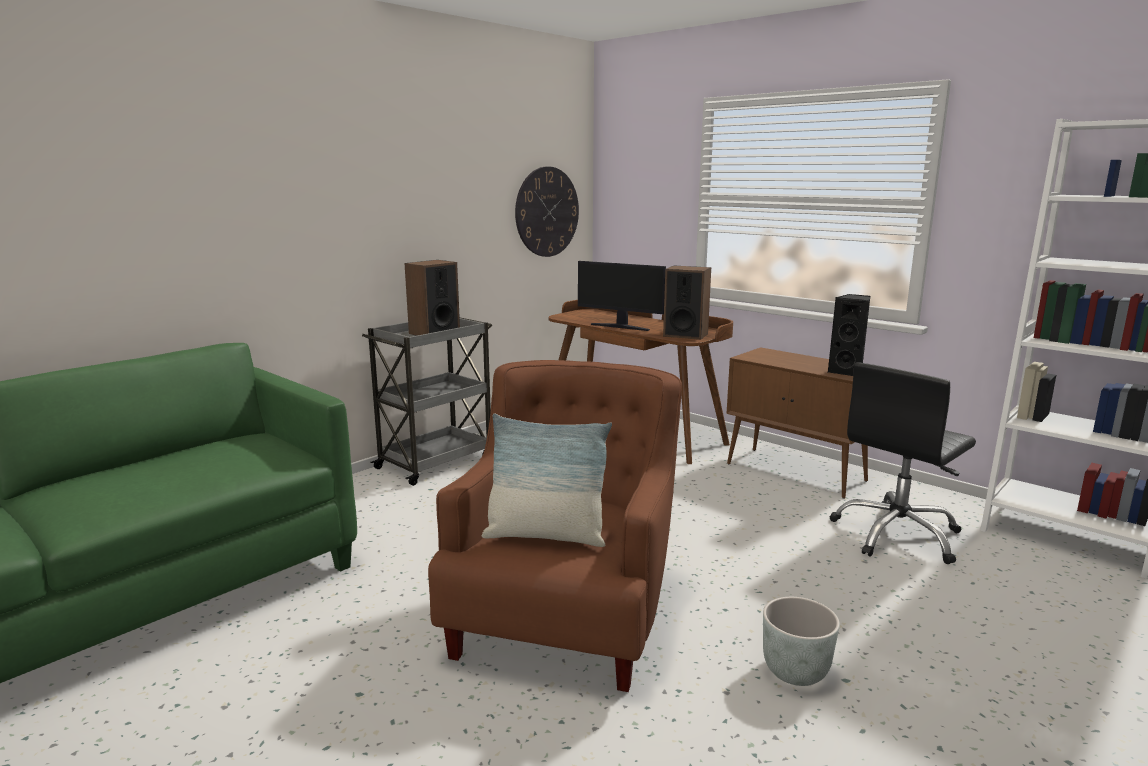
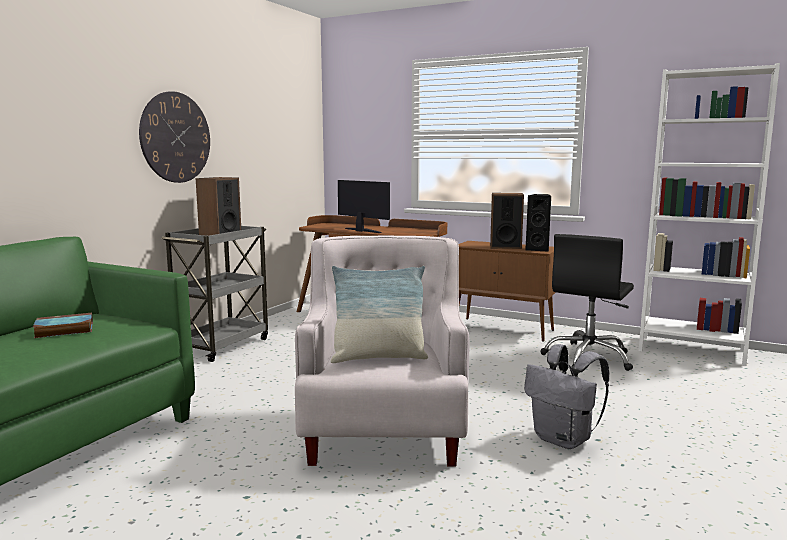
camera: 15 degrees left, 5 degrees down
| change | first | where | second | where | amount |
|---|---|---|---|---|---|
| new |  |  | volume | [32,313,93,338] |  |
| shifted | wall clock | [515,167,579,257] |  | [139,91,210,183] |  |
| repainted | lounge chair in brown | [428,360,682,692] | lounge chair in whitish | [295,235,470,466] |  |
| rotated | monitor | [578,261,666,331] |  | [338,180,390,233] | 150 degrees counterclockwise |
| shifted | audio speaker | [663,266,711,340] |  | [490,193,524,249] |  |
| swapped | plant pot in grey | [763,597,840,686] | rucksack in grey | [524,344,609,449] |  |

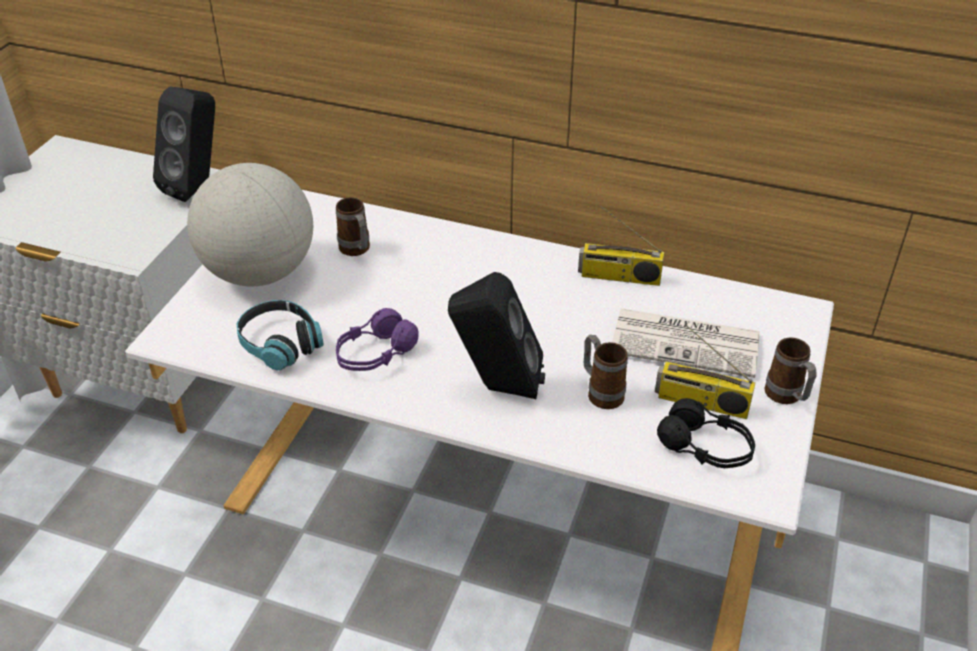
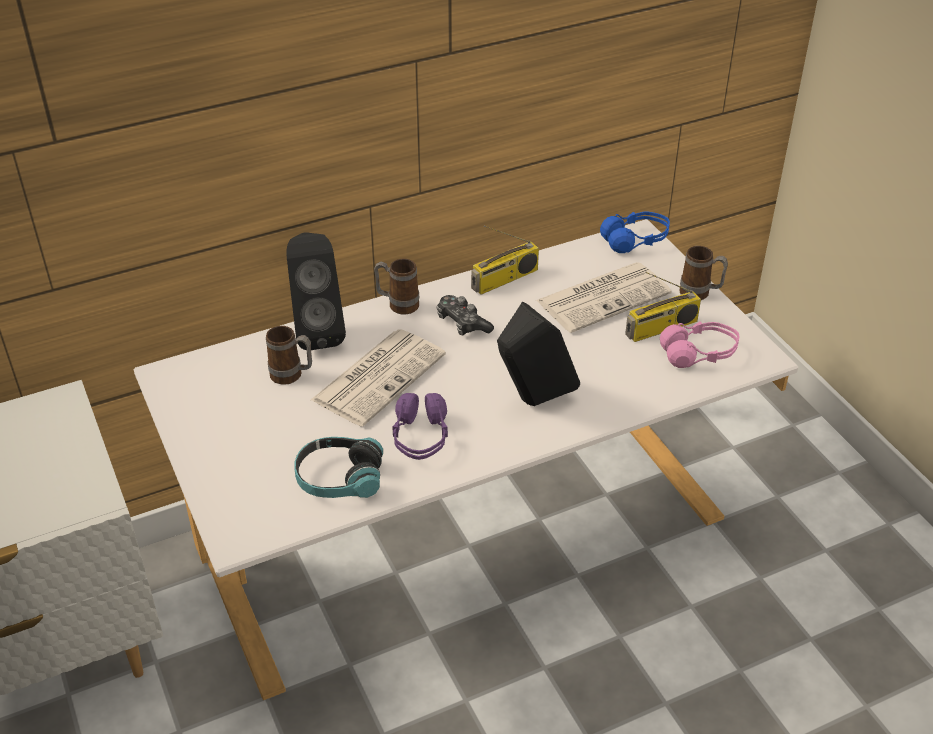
camera: 45 degrees left, 0 degrees up
| change | first | where | second | where | amount |
|---|---|---|---|---|---|
| shifted | audio speaker in black | [153,86,215,202] |  | [286,233,346,350] |  |
| new |  |  | printed paper | [311,329,446,427] |  |
| shifted | tea mug | [583,335,628,409] |  | [374,259,419,314] |  |
| new |  |  | gamepad | [437,295,494,336] |  |
| new |  |  | pair of headphones in bluish | [600,212,670,253] |  |
| repainted | pair of headphones in black | [657,398,755,468] | pair of headphones in pink-coloured | [660,321,740,368] |  |
| gone | desk globe | [187,163,313,287] |  |  |  |

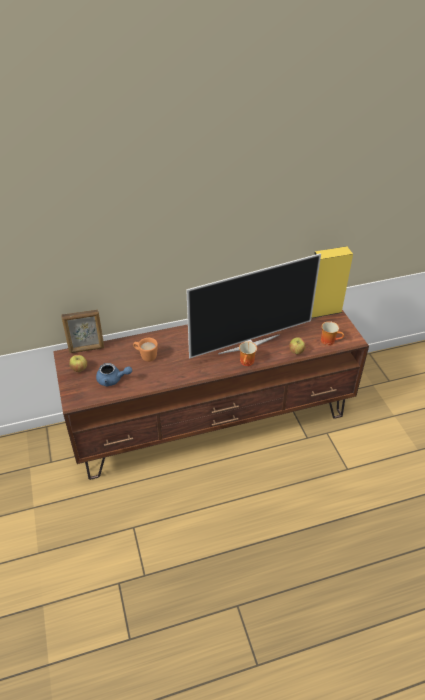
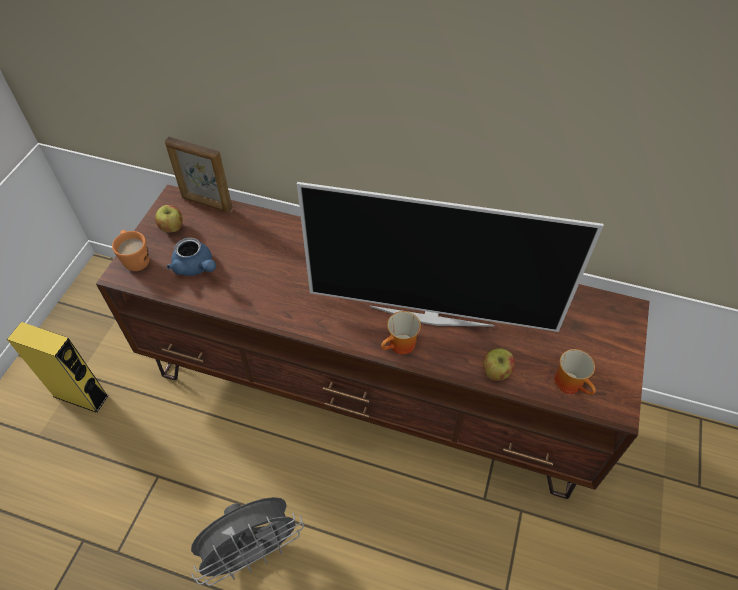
camera: 35 degrees right, 10 degrees up
| change | first | where | second | where | amount |
|---|---|---|---|---|---|
| shifted | audio speaker in yellow | [312,246,353,318] |  | [7,322,109,413] |  |
| shifted | tea mug in orange | [133,338,158,362] |  | [112,230,150,271] |  |
| new |  |  | cooling fan in grey | [191,497,304,586] |  |

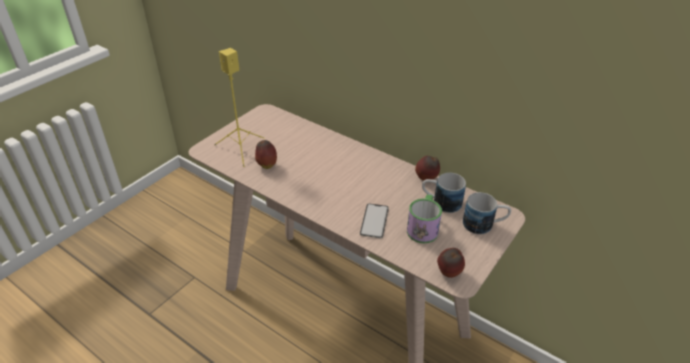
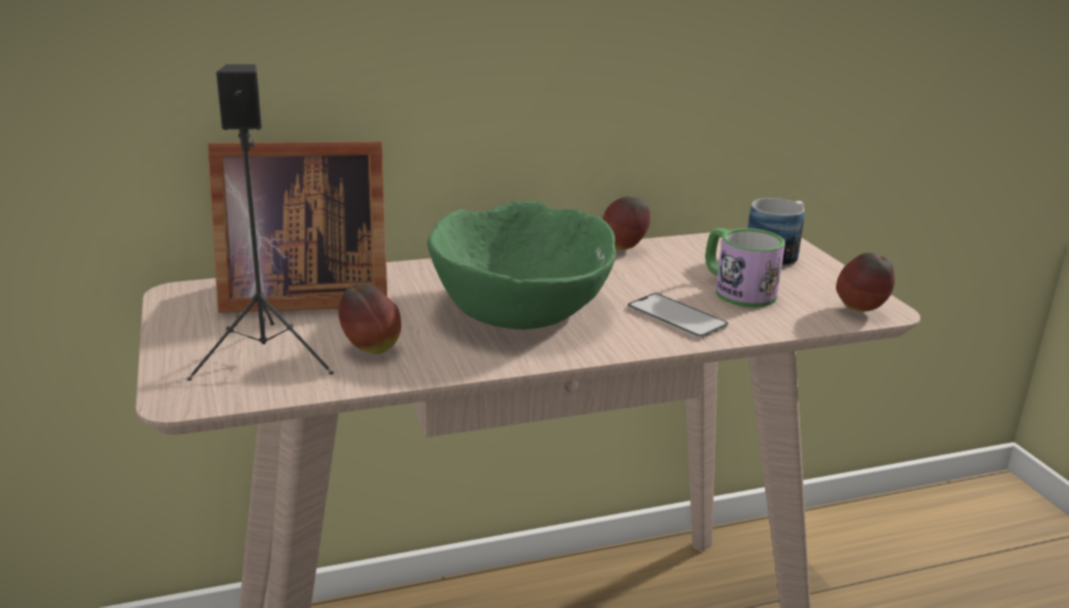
camera: 55 degrees left, 15 degrees down
| change | first | where | second | where | amount |
|---|---|---|---|---|---|
| repainted | audio speaker in yellow | [214,48,265,167] | audio speaker in black | [187,64,334,381] |  |
| new |  |  | standing frame | [207,141,387,313] |  |
| new |  |  | deep dish in greenish | [427,201,616,329] |  |
| gone | tea mug | [422,173,466,213] |  |  |  |

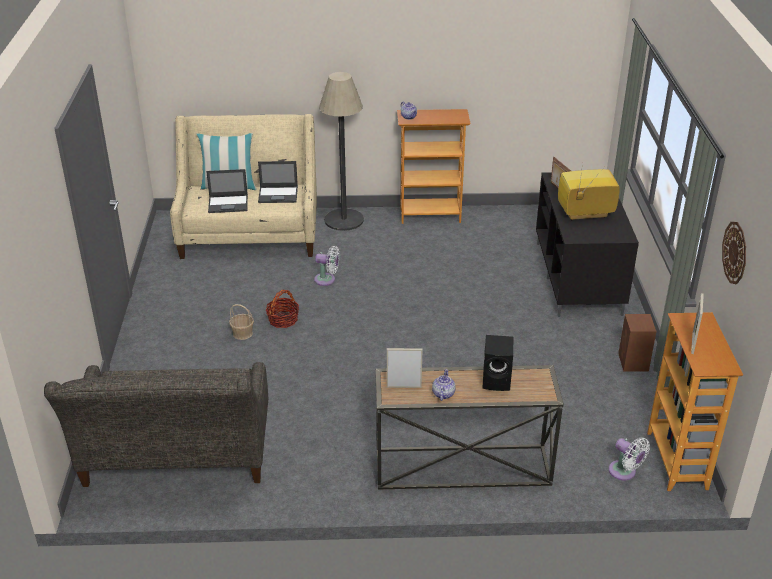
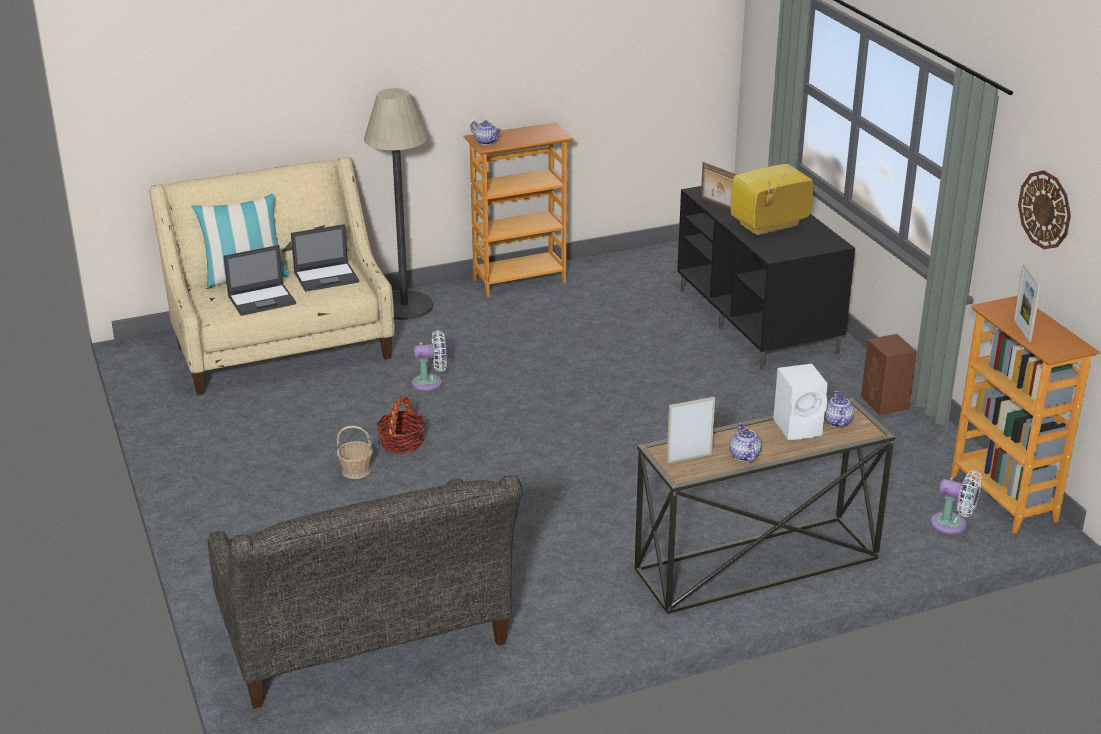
camera: 20 degrees left, 5 degrees down
| change | first | where | second | where | amount |
|---|---|---|---|---|---|
| repainted | audio speaker in black | [482,335,513,391] | audio speaker in whitish | [773,364,828,440] |  |
| new |  |  | tea pot | [824,391,854,427] |  |

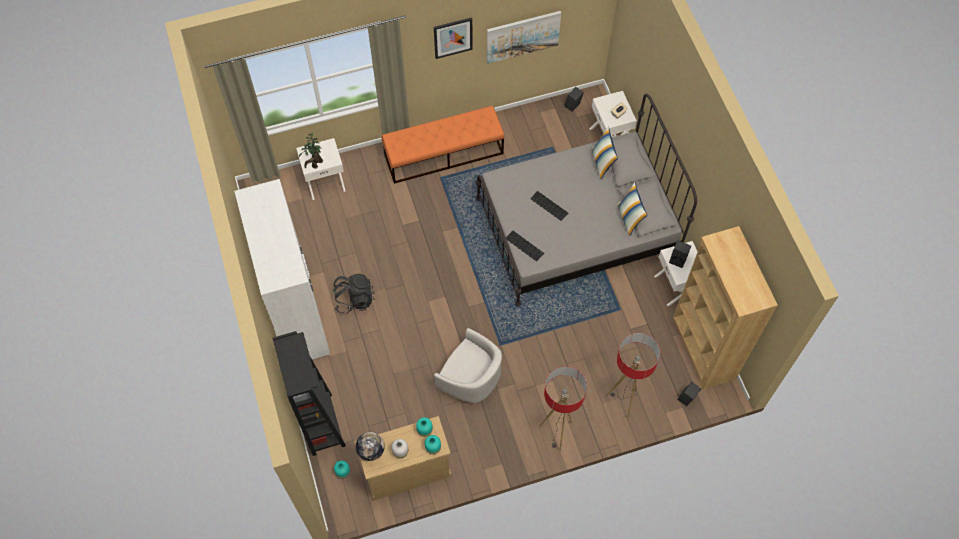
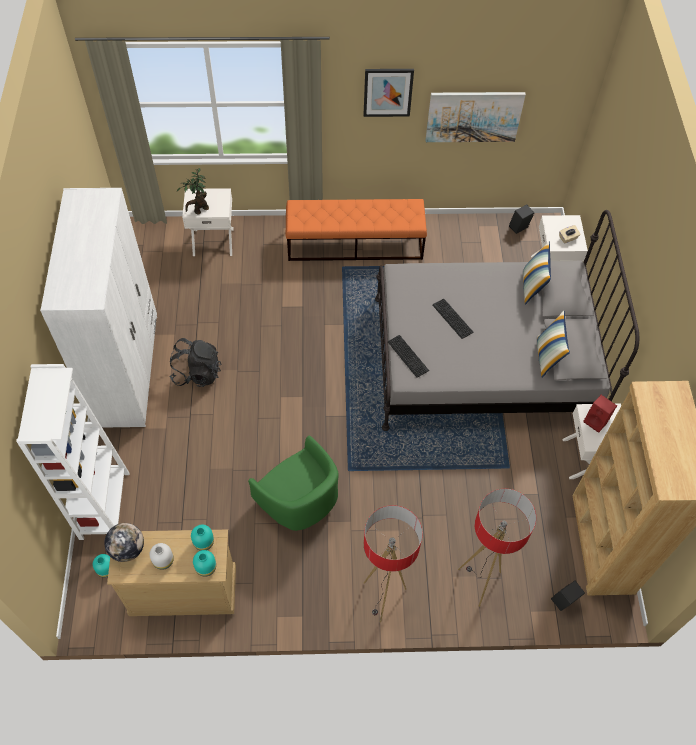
camera: 15 degrees right, 5 degrees down
| change | first | where | second | where | amount |
|---|---|---|---|---|---|
| repainted | shelving unit in black | [272,331,346,456] | shelving unit in whitish | [16,364,130,540] |  |
| repainted | lounge chair in whitish | [434,328,502,403] | lounge chair in greenish | [248,435,339,531] |  |
| repainted | audio speaker in black | [669,240,691,268] | audio speaker in red-coloured | [584,395,617,433] |  |

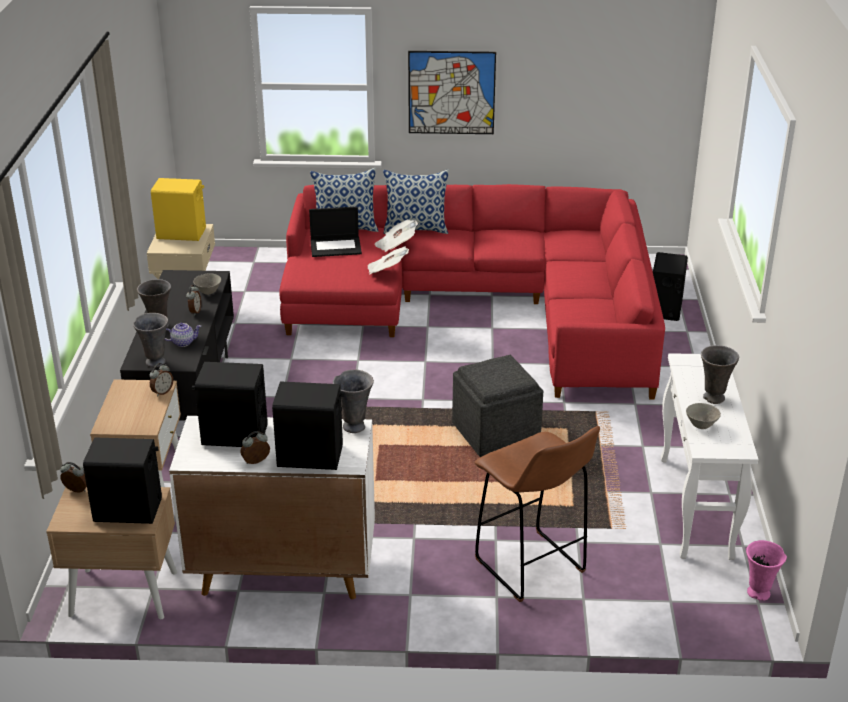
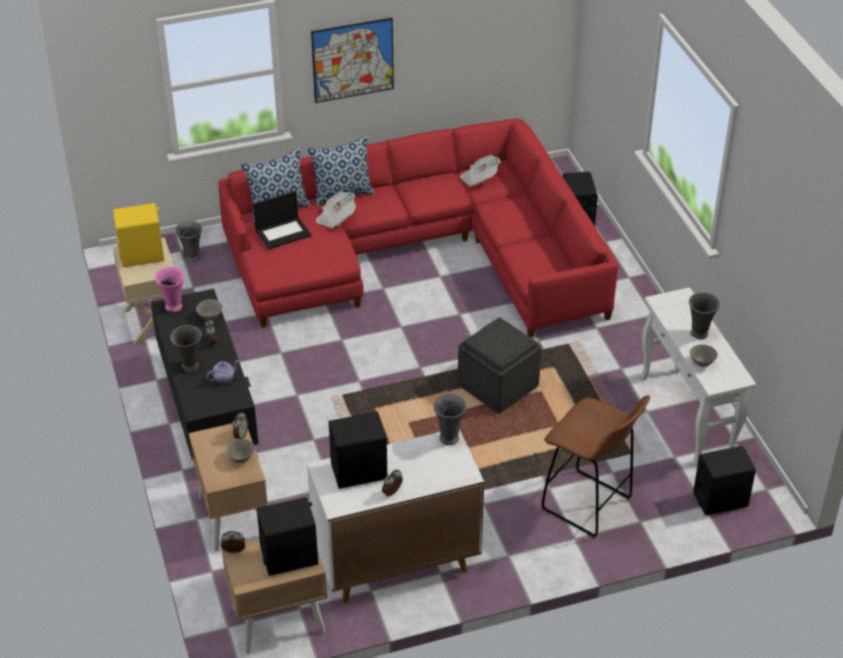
camera: 20 degrees left, 10 degrees up
| change | first | where | second | where | amount |
|---|---|---|---|---|---|
| shifted | decorative vase in pink-coloured | [746,540,787,601] |  | [155,267,185,312] |  |
| shifted | decorative vase in grey | [133,313,168,368] |  | [176,221,202,262] |  |
| new |  |  | deep dish in grey | [226,439,255,463] |  |
| shifted | printed paper | [367,247,409,275] |  | [460,155,501,187] |  |
| shifted | audio speaker in black | [272,381,345,470] |  | [693,446,756,515] |  |

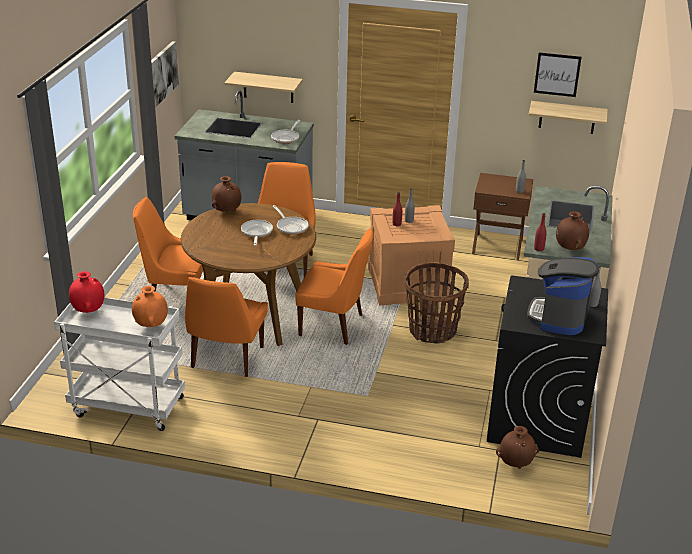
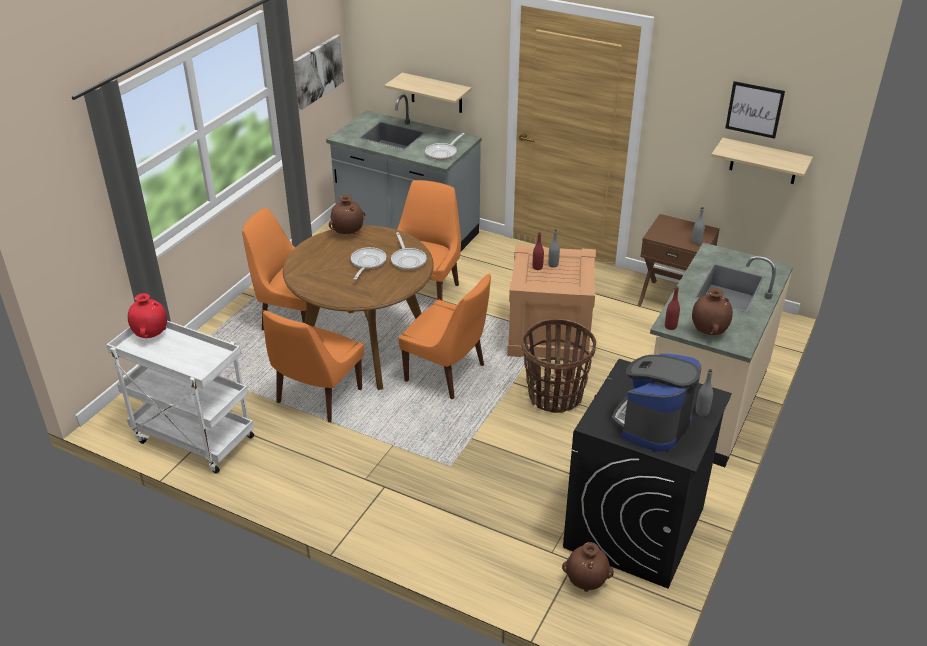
camera: 15 degrees right, 5 degrees up
| change | first | where | second | where | amount |
|---|---|---|---|---|---|
| gone | decorative vase in orange | [132,286,168,327] |  |  |  |

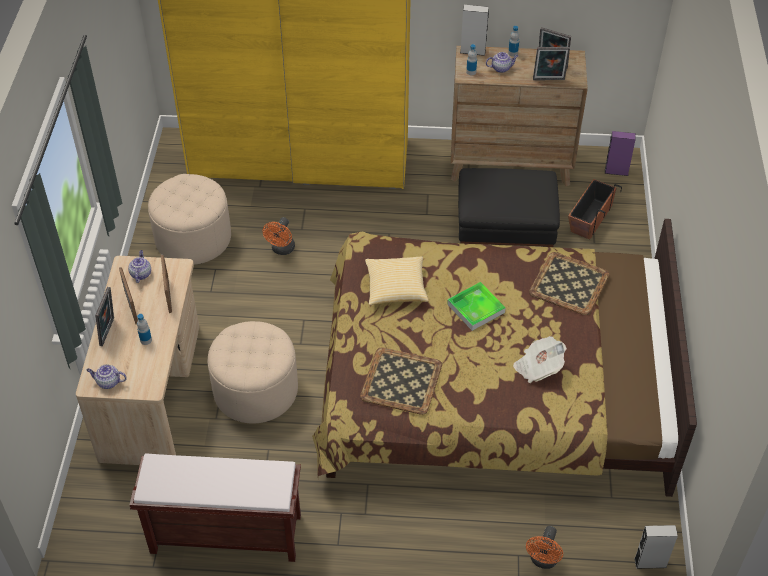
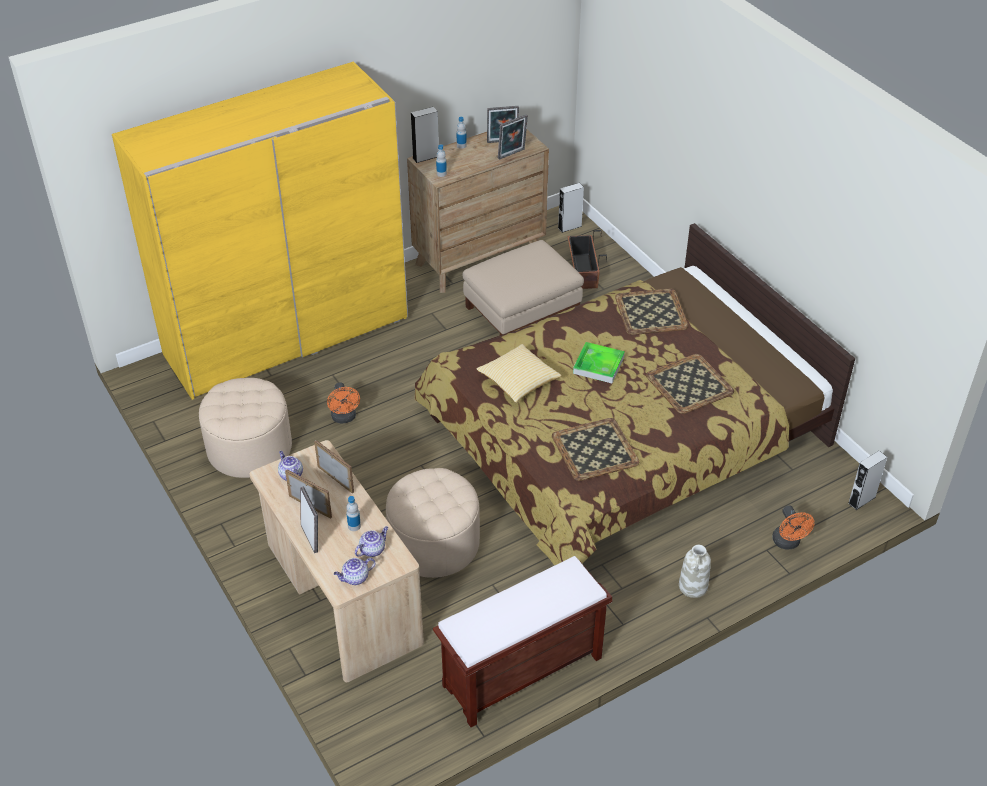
camera: 35 degrees left, 5 degrees down
| change | first | where | second | where | amount |
|---|---|---|---|---|---|
| shifted | tea pot | [486,52,518,73] |  | [355,526,388,557] |  |
| repainted | pouffe in black | [458,168,560,247] | pouffe in beige-coloured | [463,240,584,335] |  |
| repainted | audio speaker in purplish | [605,131,636,176] | audio speaker in grey | [558,183,584,233] |  |
| swapped | printed paper | [513,336,567,383] | tray | [646,354,734,414] |  |
| new |  |  | decorative vase in whitish | [679,545,711,598] |  |

